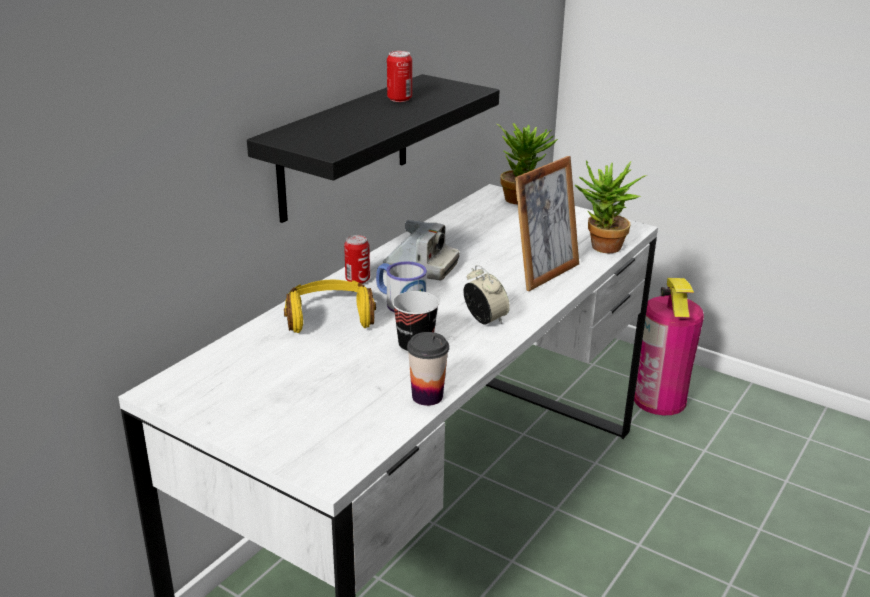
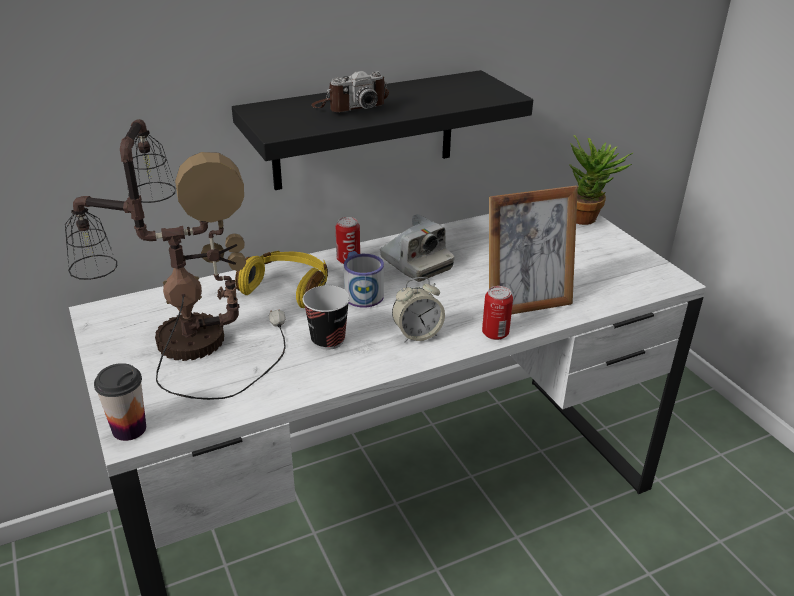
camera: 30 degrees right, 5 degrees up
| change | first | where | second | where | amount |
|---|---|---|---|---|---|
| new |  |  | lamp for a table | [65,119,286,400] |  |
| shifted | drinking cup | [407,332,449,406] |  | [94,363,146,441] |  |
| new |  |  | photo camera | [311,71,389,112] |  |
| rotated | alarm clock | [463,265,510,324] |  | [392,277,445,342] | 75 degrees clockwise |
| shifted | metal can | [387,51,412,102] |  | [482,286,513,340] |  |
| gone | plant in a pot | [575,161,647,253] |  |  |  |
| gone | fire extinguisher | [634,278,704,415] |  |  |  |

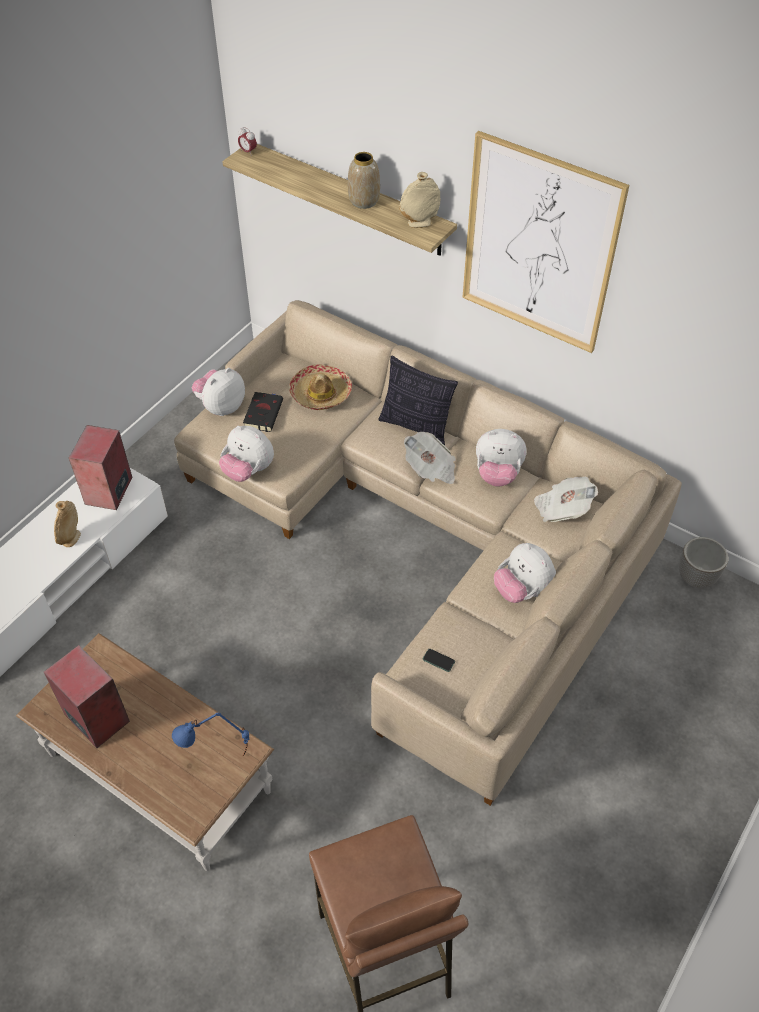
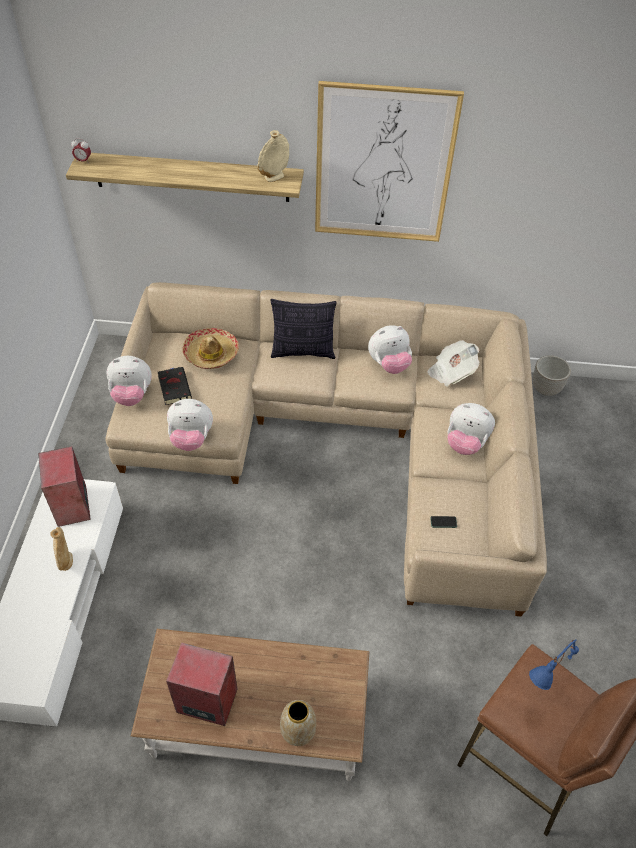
camera: 30 degrees left, 0 degrees up
| change | first | where | second | where | amount |
|---|---|---|---|---|---|
| rotated | soft toy | [192,368,245,416] |  | [107,356,152,406] | 105 degrees counterclockwise |
| shifted | decorative vase | [348,152,380,209] |  | [280,700,316,746] |  |
| shifted | lamp for a table in bluish | [172,713,249,756] |  | [529,639,579,690] |  |
| gone | printed paper | [404,432,456,484] |  |  |  |

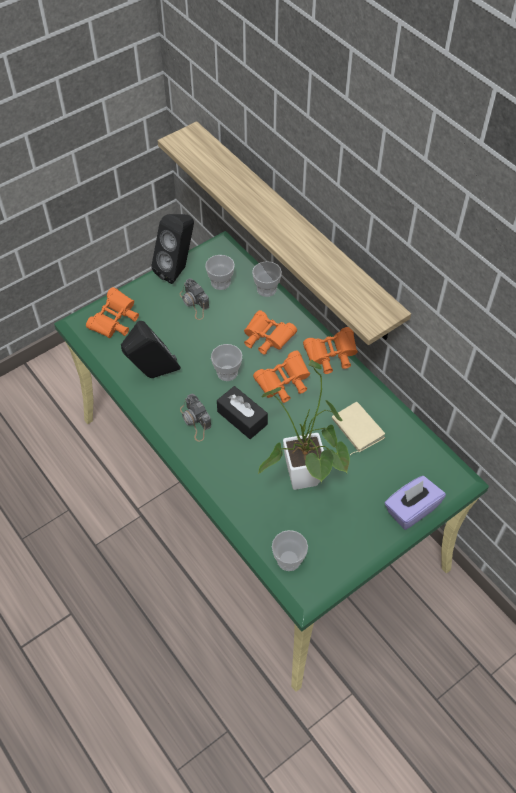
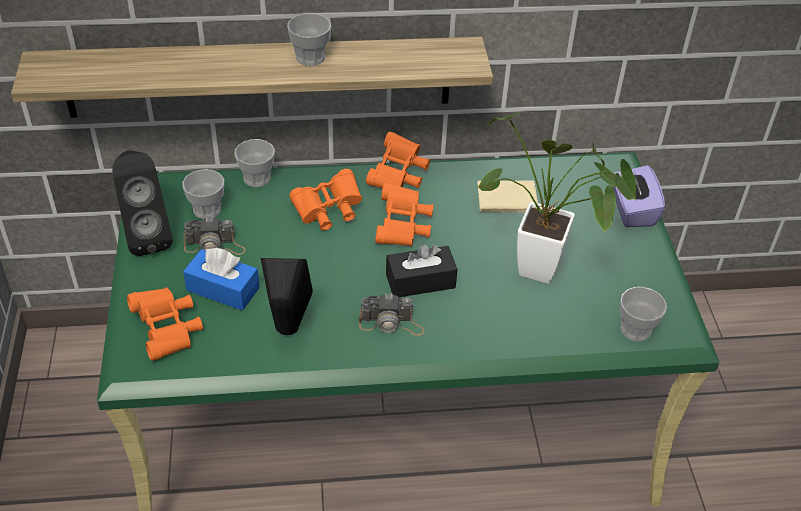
camera: 60 degrees left, 10 degrees down
| change | first | where | second | where | amount |
|---|---|---|---|---|---|
| new |  |  | tissue holder in bluish | [183,248,260,311] |  |
| shifted | drinking cup | [211,344,242,381] |  | [287,13,331,66] |  |

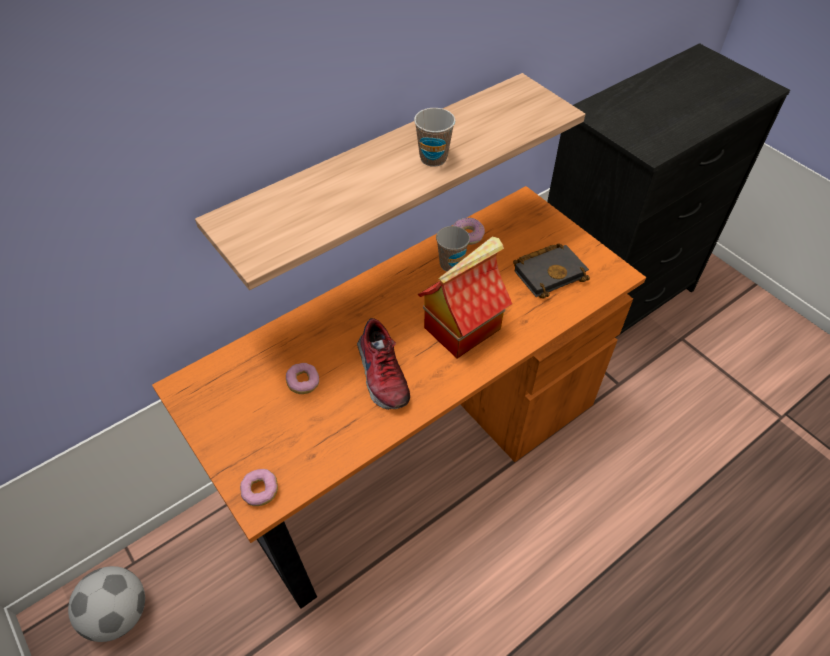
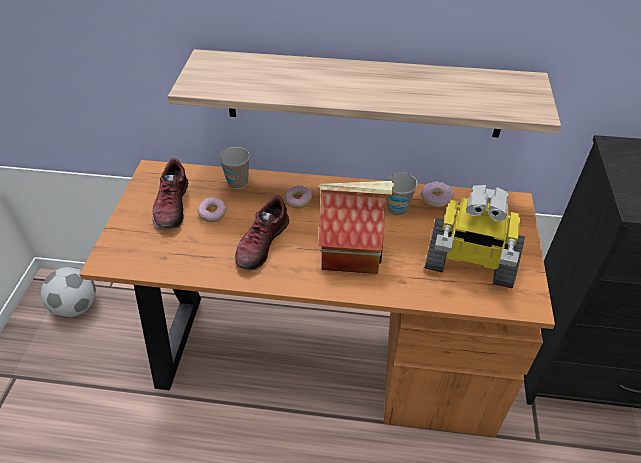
camera: 45 degrees right, 5 degrees down
| change | first | where | second | where | amount |
|---|---|---|---|---|---|
| new |  |  | low shoe | [152,158,188,230] |  |
| shifted | drinking cup | [414,108,455,167] |  | [219,147,250,189] |  |
| shifted | donut | [240,469,278,506] |  | [285,185,312,208] |  |
| swapped | volume in black | [513,243,590,299] | model robot | [425,185,525,288] |  |

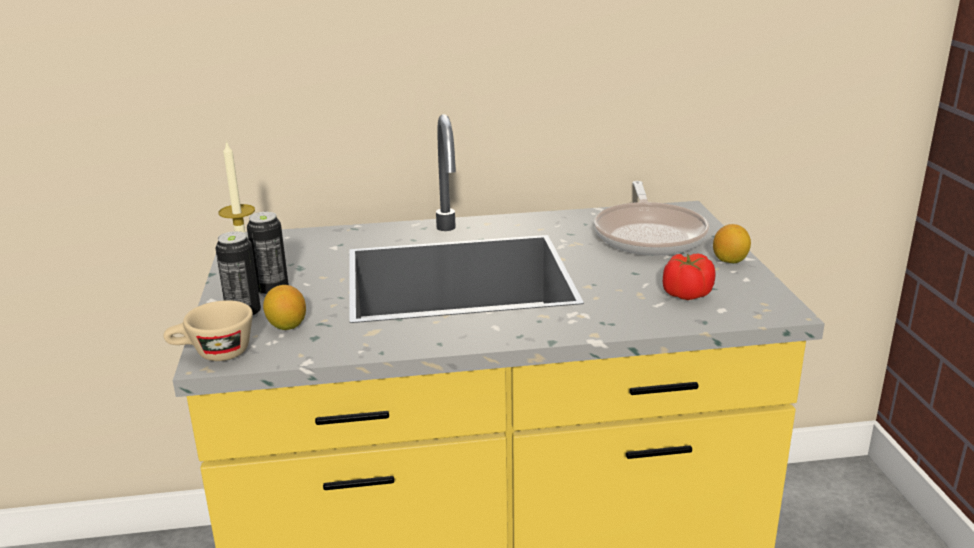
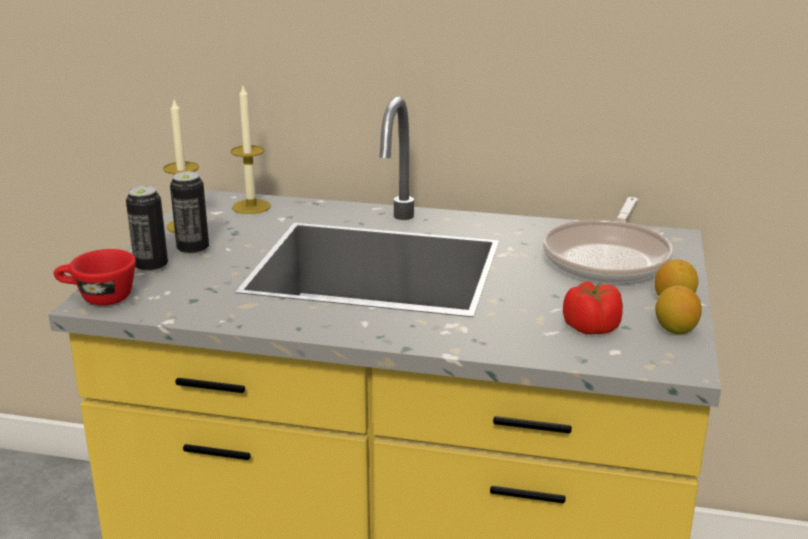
camera: 20 degrees right, 0 degrees up
| change | first | where | second | where | amount |
|---|---|---|---|---|---|
| repainted | drinking cup in beige-coloured | [163,300,253,361] | drinking cup in red-coloured | [54,249,136,306] |  |
| new |  |  | wax candle | [231,86,271,214] |  |
| shifted | lemon | [263,285,306,330] |  | [655,285,702,334] |  |

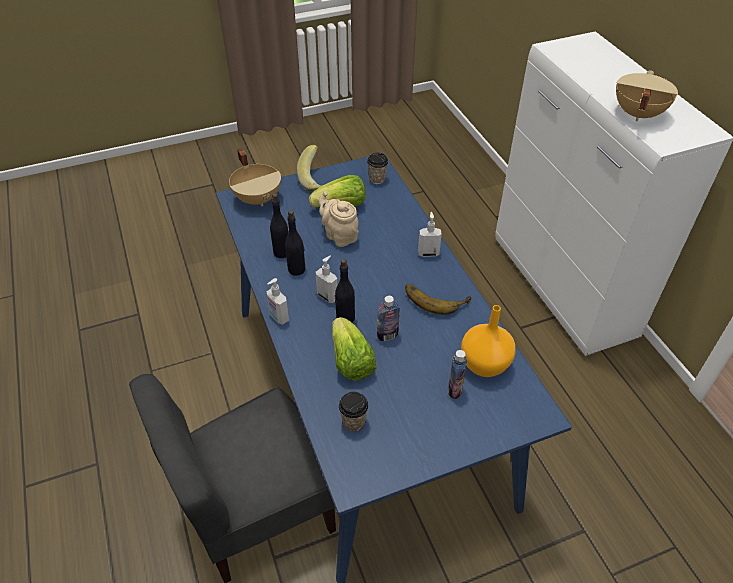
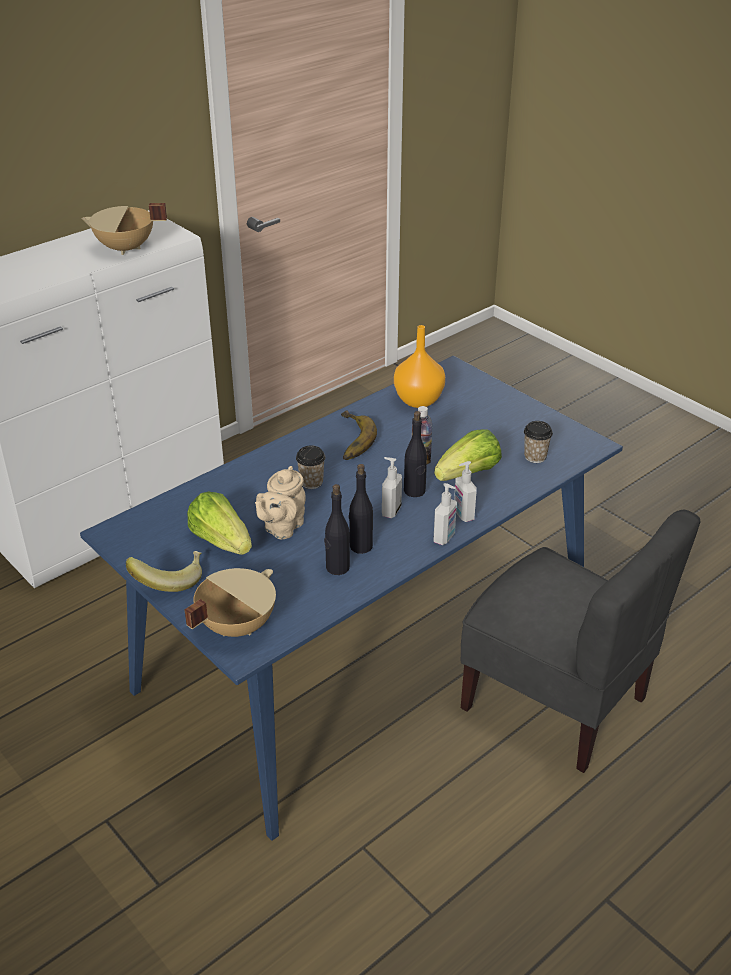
camera: 110 degrees left, 10 degrees down
| change | first | where | second | where | amount |
|---|---|---|---|---|---|
| shifted | drinking cup | [367,153,388,184] |  | [296,446,326,489] |  |
| shifted | soap dispenser | [418,212,442,257] |  | [454,461,477,522] |  |
| gone | beverage bottle | [448,350,467,399] |  |  |  |

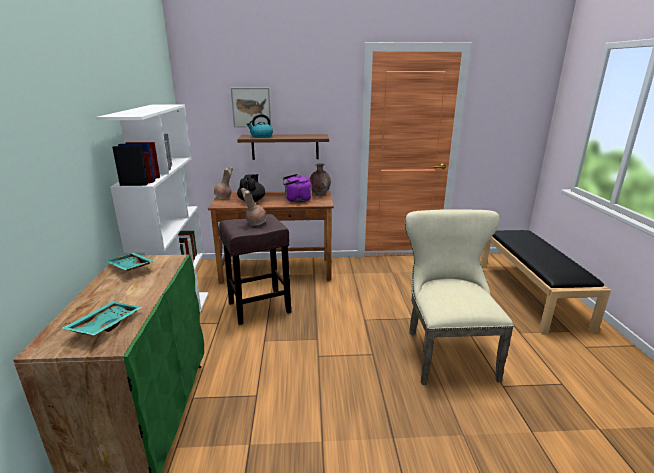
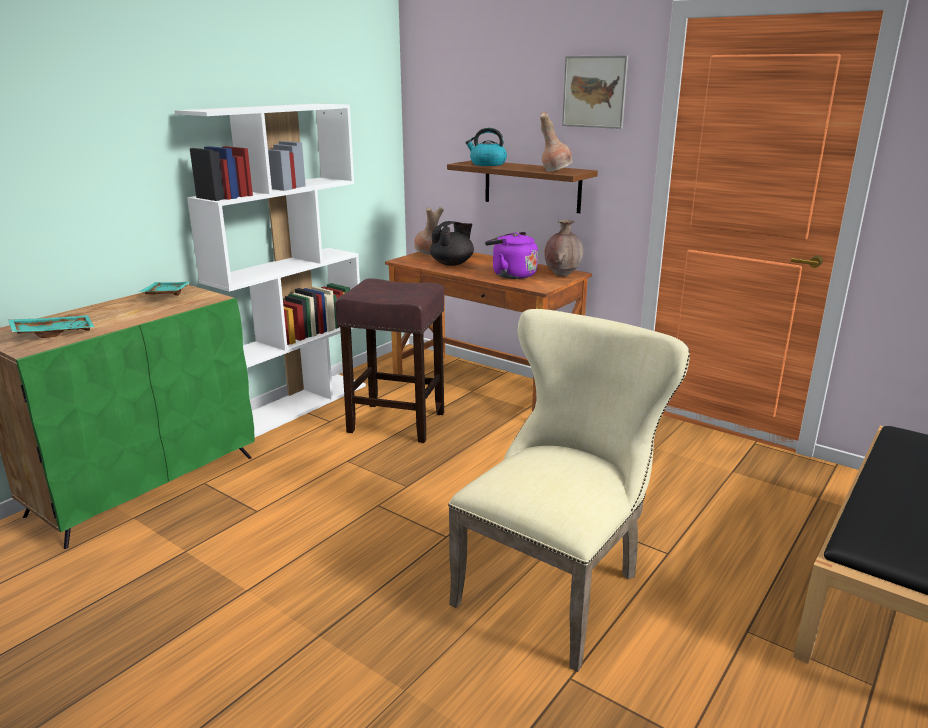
camera: 40 degrees right, 0 degrees up
| change | first | where | second | where | amount |
|---|---|---|---|---|---|
| shifted | decorative vase in brown | [241,188,267,226] |  | [540,111,573,172] |  |
| shifted | wall art | [231,88,271,127] |  | [562,55,628,129] |  |

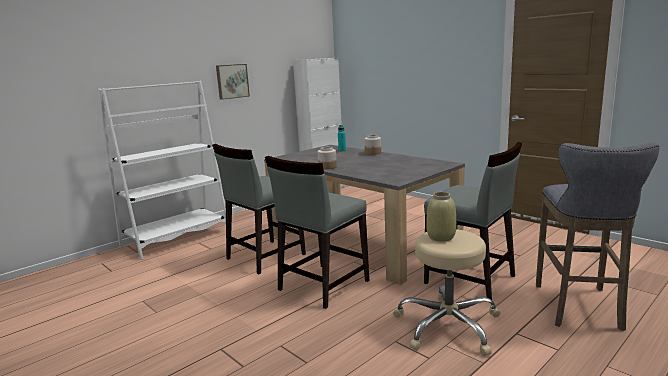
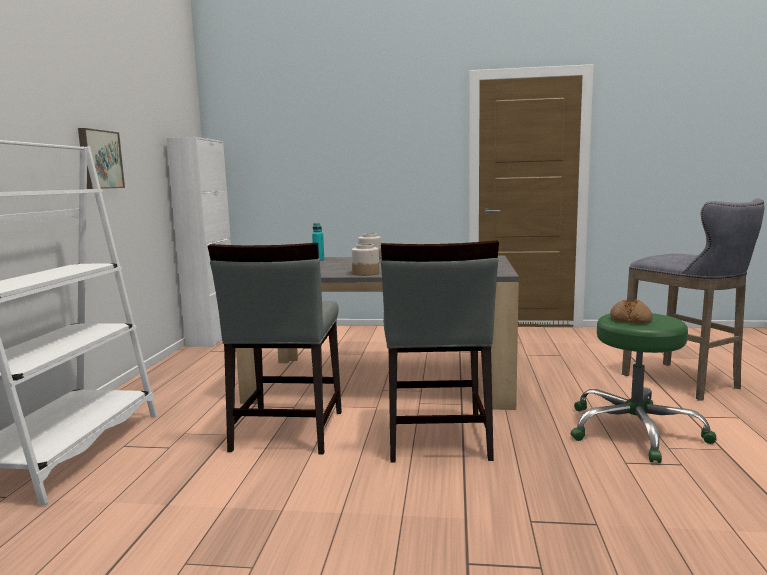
camera: 40 degrees left, 5 degrees down
| change | first | where | second | where | amount |
|---|---|---|---|---|---|
| repainted | sitting stool in beige-coloured | [393,229,500,356] | sitting stool in greenish | [571,313,716,463] |  |
| swapped | decorative vase in beige-coloured | [426,192,456,242] | baked bread | [610,300,653,324] |  |
| gone | upright chair in grey | [424,142,522,300] |  |  |  |

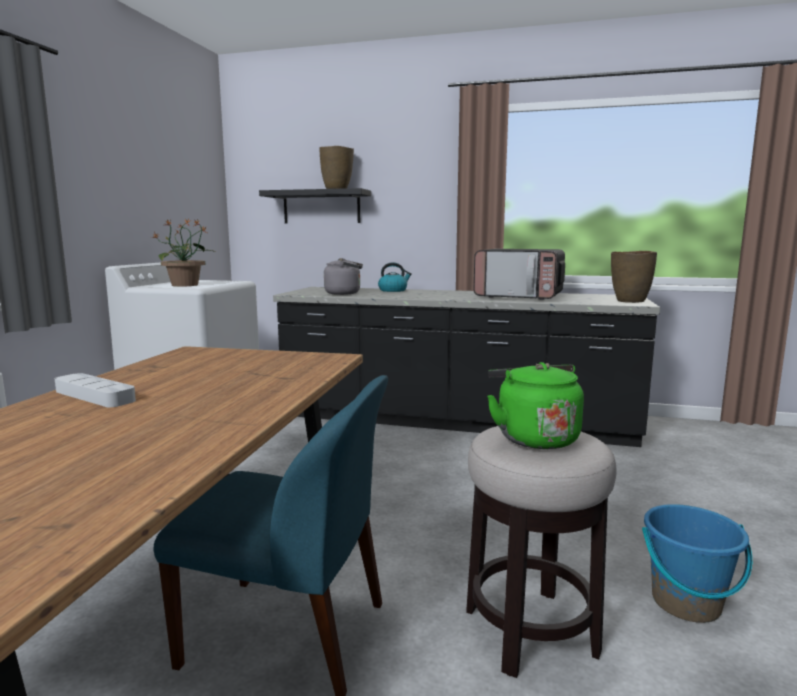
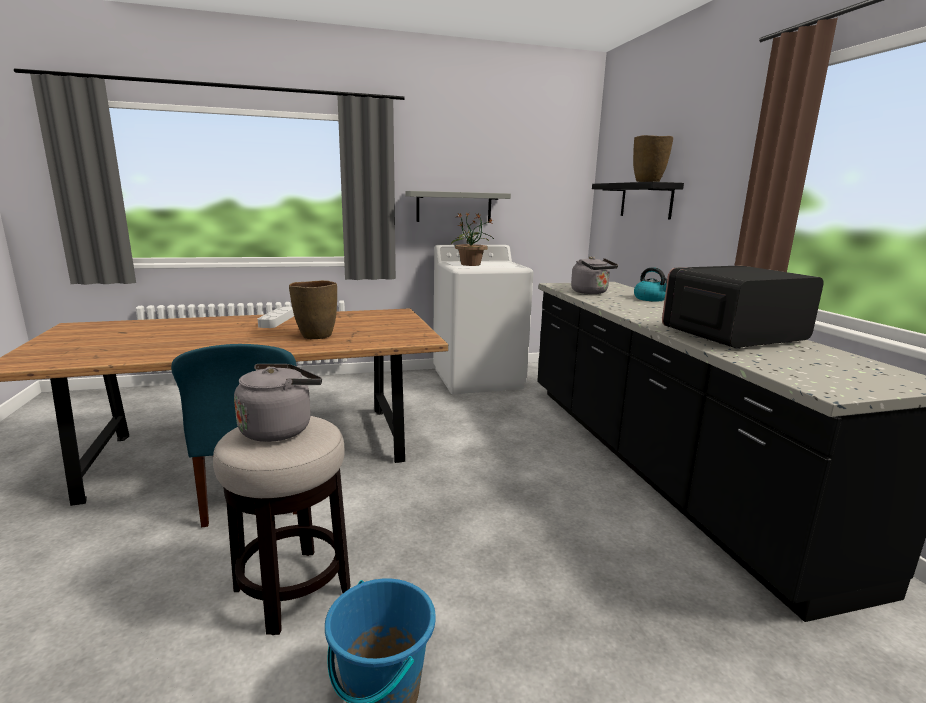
camera: 60 degrees right, 5 degrees up
| change | first | where | second | where | amount |
|---|---|---|---|---|---|
| repainted | water kettle in greenish | [487,362,584,449] | water kettle in grey | [234,364,322,442] |  |
| shifted | decorative vase in brown | [611,251,657,303] |  | [289,280,337,339] |  |
| new |  |  | bracket shelf in grey | [405,191,511,223] |  |
| rotated | kitchen microwave | [473,249,565,300] |  | [662,265,824,349] | 75 degrees clockwise |

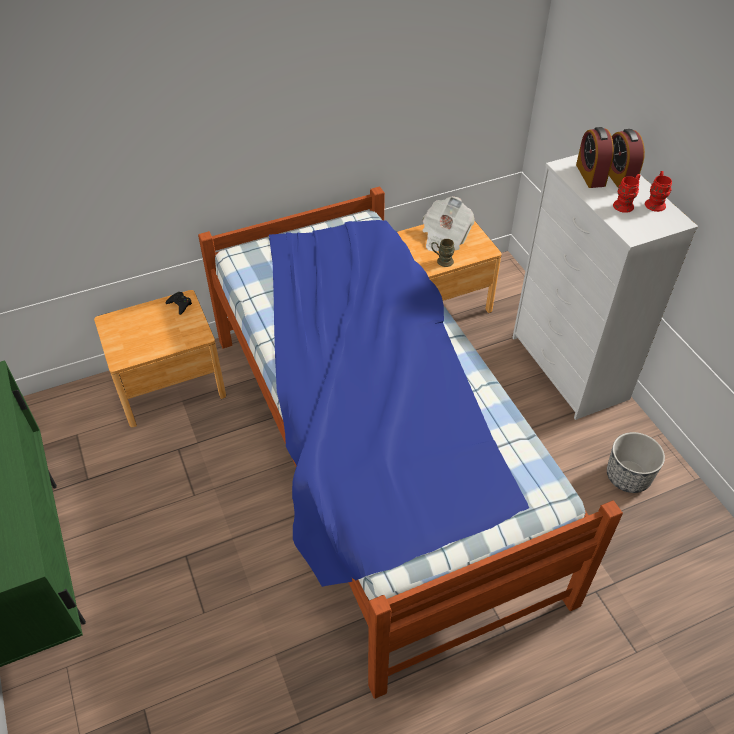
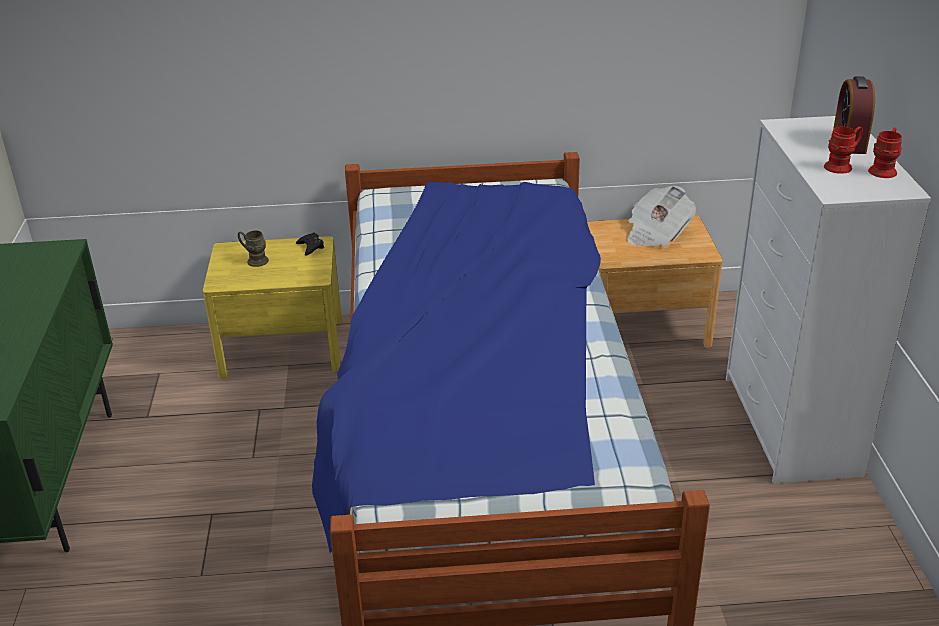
camera: 20 degrees right, 15 degrees down
| change | first | where | second | where | amount |
|---|---|---|---|---|---|
| repainted | nightstand in brown | [94,290,226,427] | nightstand in yellow | [203,236,342,379] |  |
| shifted | tea mug in brown | [431,239,455,267] |  | [238,230,269,267] |  |
| gone | alarm clock | [576,127,614,188] |  |  |  |
| gone | plant pot | [607,432,665,493] |  |  |  |

